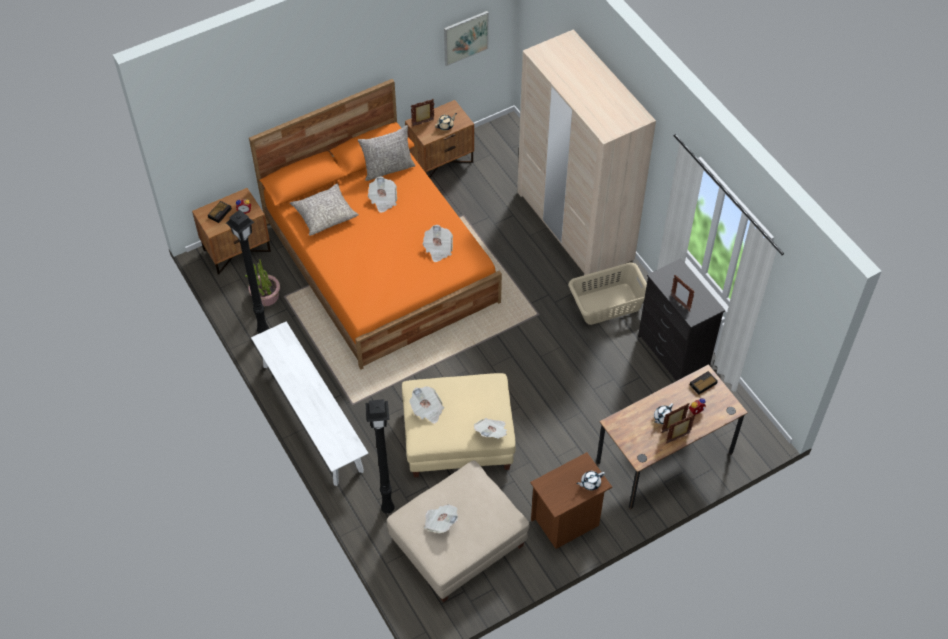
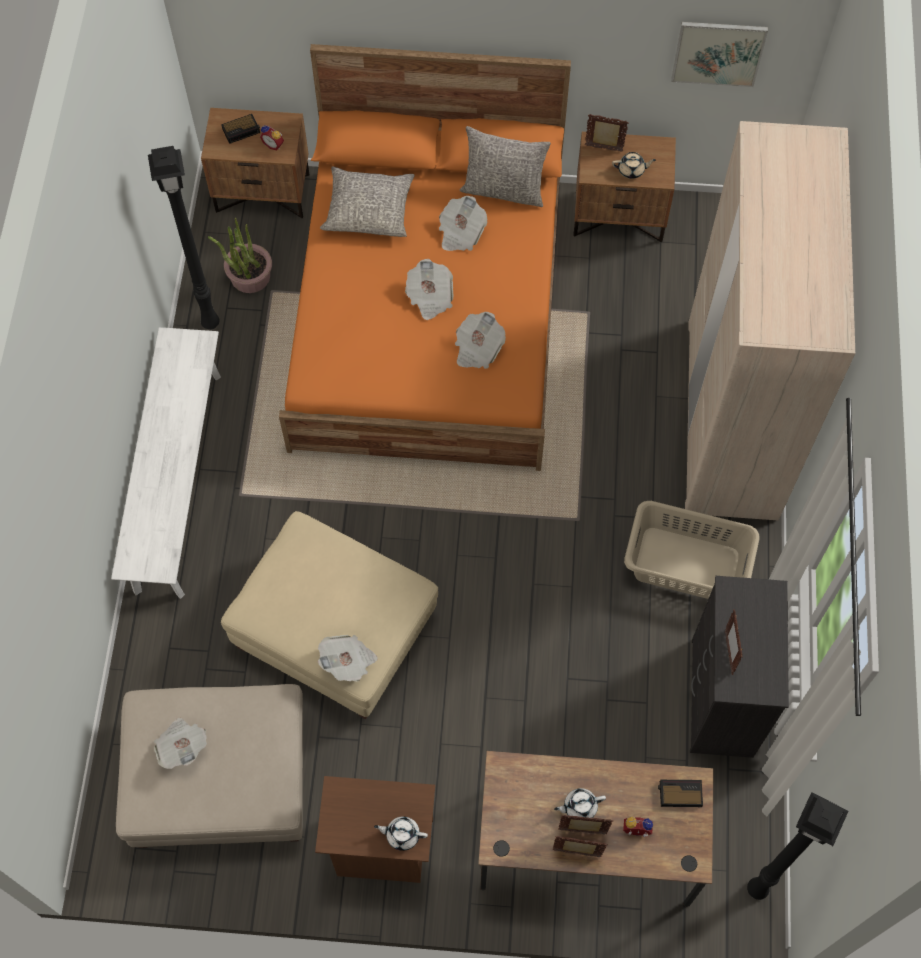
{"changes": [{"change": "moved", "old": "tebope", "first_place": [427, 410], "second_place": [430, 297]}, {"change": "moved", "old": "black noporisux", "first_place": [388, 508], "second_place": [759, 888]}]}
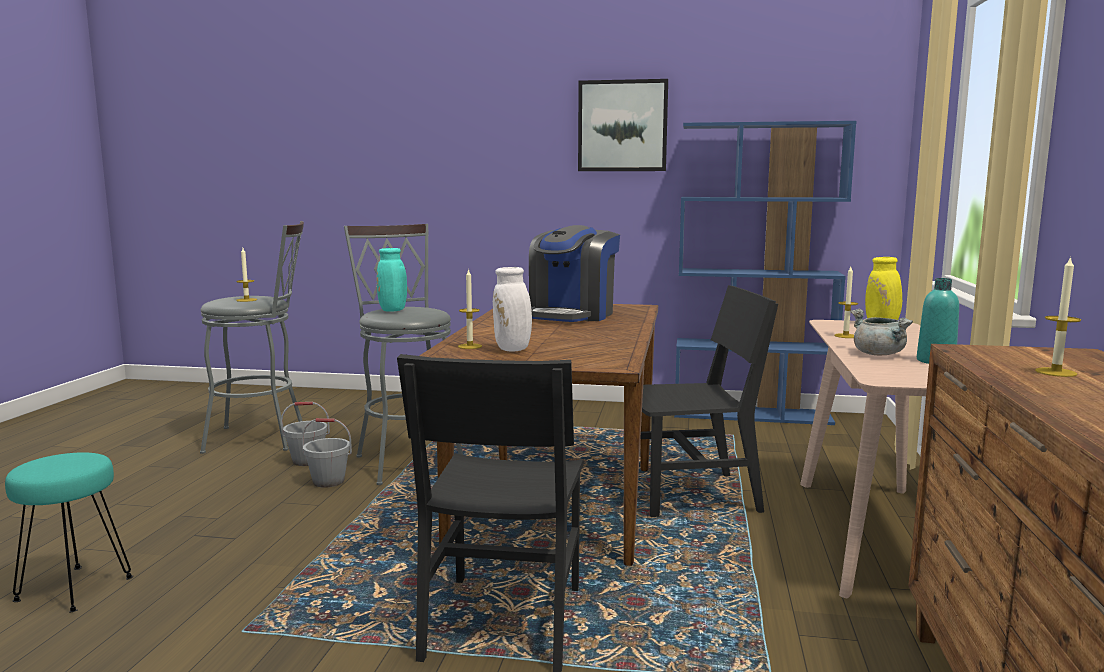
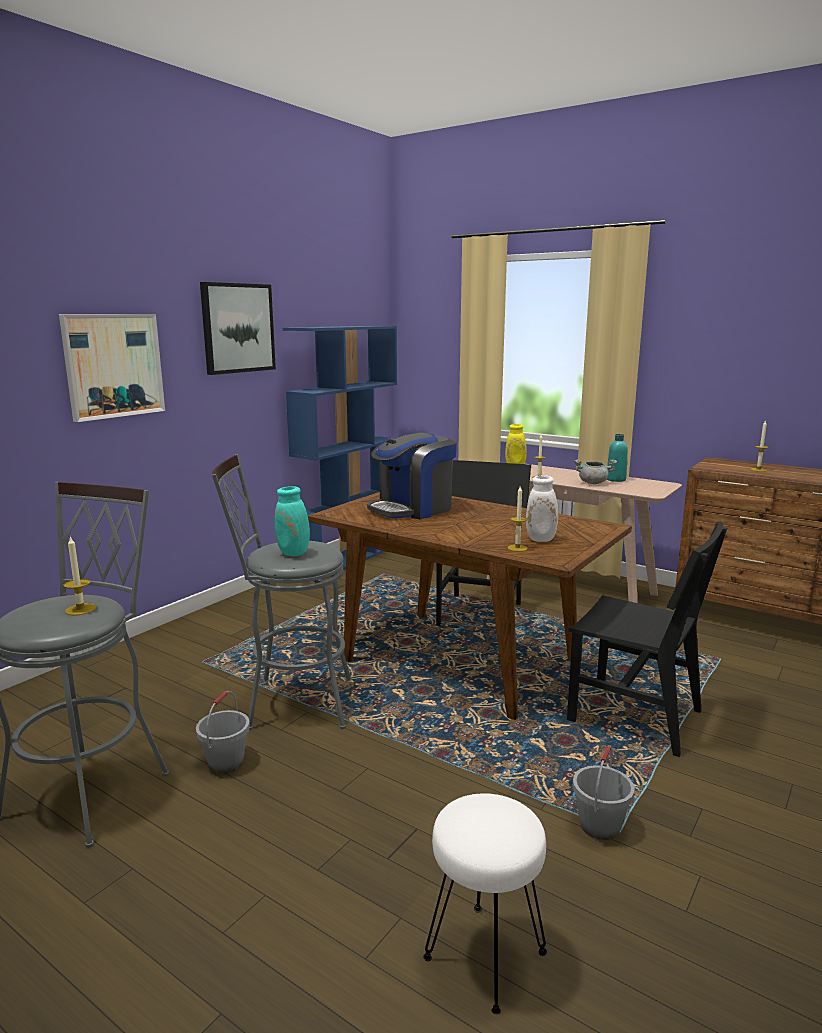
{"changes": [{"change": "turned", "old": "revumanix", "first_place": [572, 315], "second_place": [413, 509], "degrees": 90}, {"change": "moved", "old": "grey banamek", "first_place": [329, 481], "second_place": [599, 825]}, {"change": "recoloured", "old": "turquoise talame", "new": "white talame", "first_place": [74, 588], "second_place": [484, 957]}, {"change": "added", "new": "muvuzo", "second_place": [113, 365]}]}
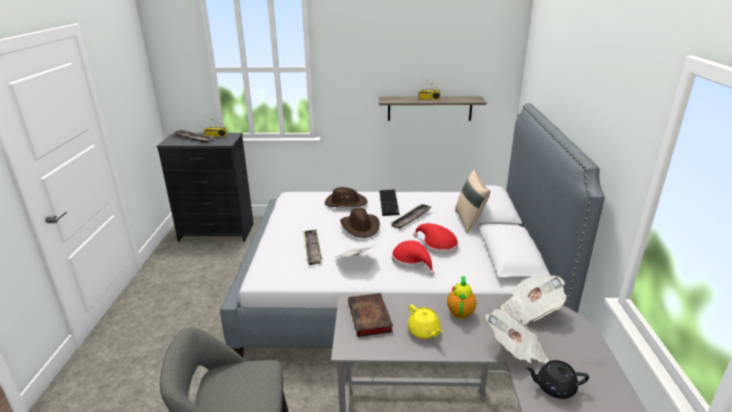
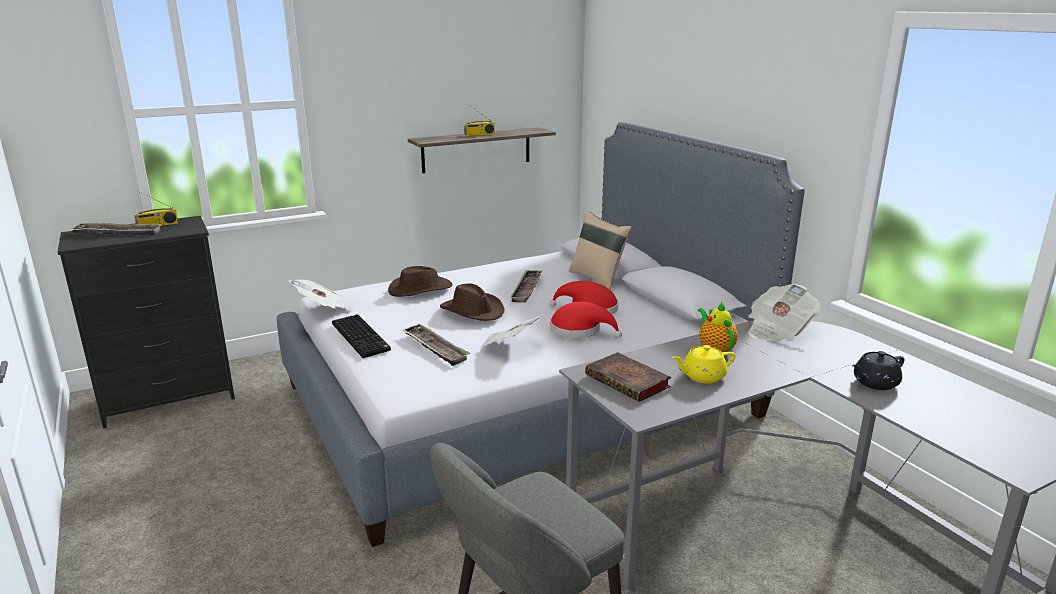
{"changes": [{"change": "moved", "old": "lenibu", "first_place": [389, 203], "second_place": [362, 337]}, {"change": "turned", "old": "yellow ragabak", "first_place": [424, 331], "second_place": [702, 376], "degrees": 135}, {"change": "moved", "old": "tebope", "first_place": [515, 350], "second_place": [324, 309]}]}
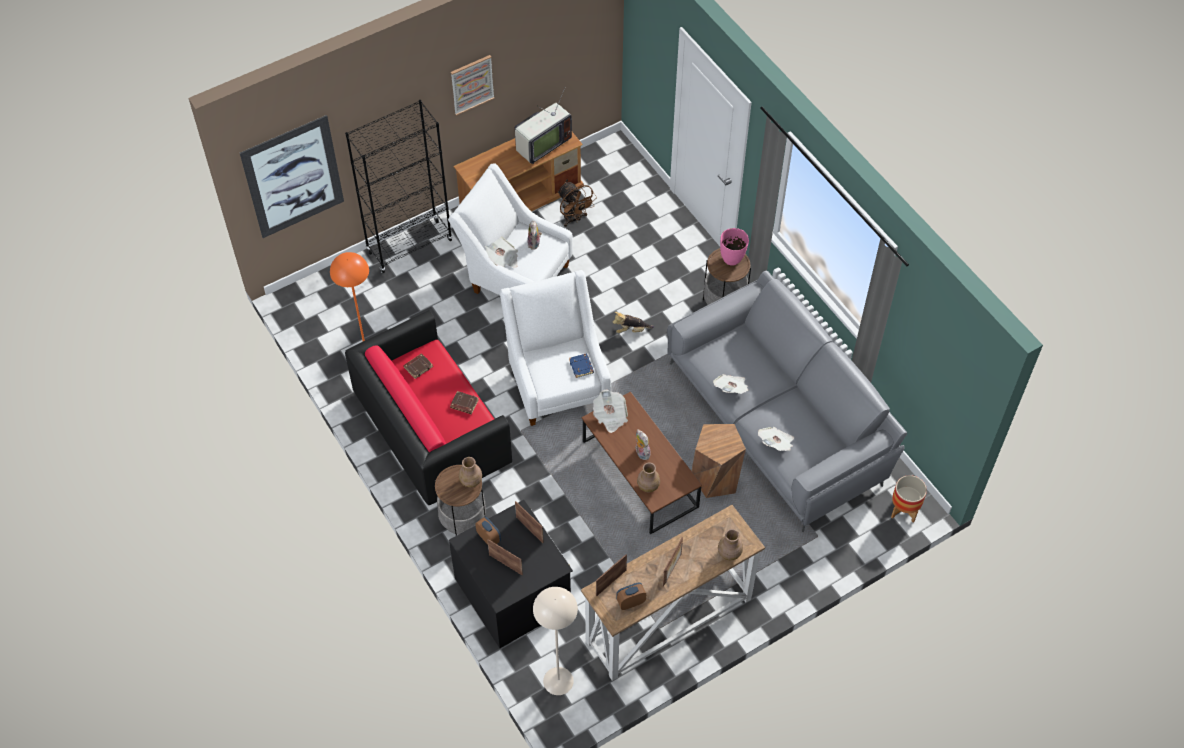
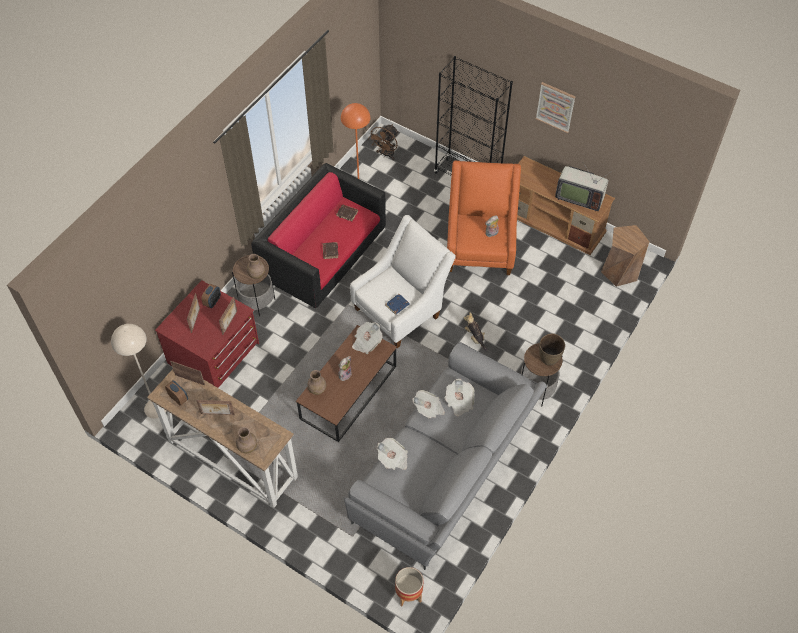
{"changes": [{"change": "removed", "old": "muvuzo", "first_place": [293, 177]}, {"change": "recoloured", "old": "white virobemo", "new": "orange virobemo", "first_place": [514, 275], "second_place": [480, 247]}, {"change": "moved", "old": "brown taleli", "first_place": [574, 219], "second_place": [386, 155]}, {"change": "recoloured", "old": "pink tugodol", "new": "brown tugodol", "first_place": [732, 259], "second_place": [549, 359]}, {"change": "moved", "old": "tebope", "first_place": [502, 258], "second_place": [459, 402]}, {"change": "moved", "old": "brown talame", "first_place": [716, 478], "second_place": [620, 271]}, {"change": "recoloured", "old": "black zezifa", "new": "red zezifa", "first_place": [514, 592], "second_place": [214, 354]}]}
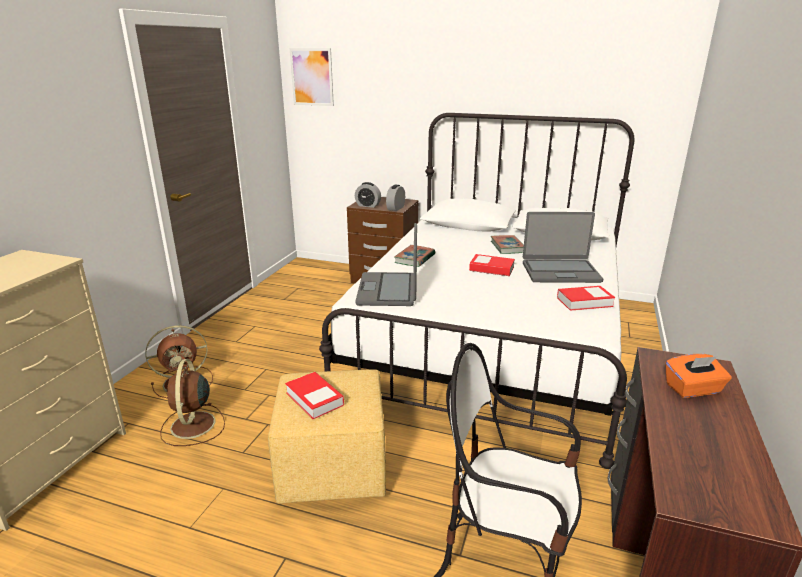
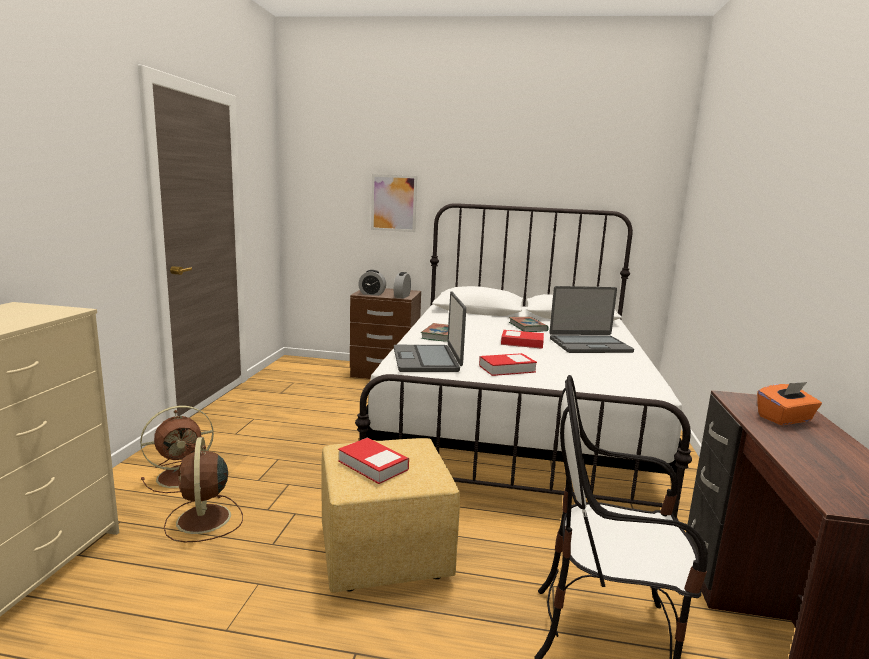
{"changes": [{"change": "moved", "old": "muvuzo", "first_place": [312, 77], "second_place": [393, 203]}, {"change": "moved", "old": "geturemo", "first_place": [584, 302], "second_place": [507, 369]}]}
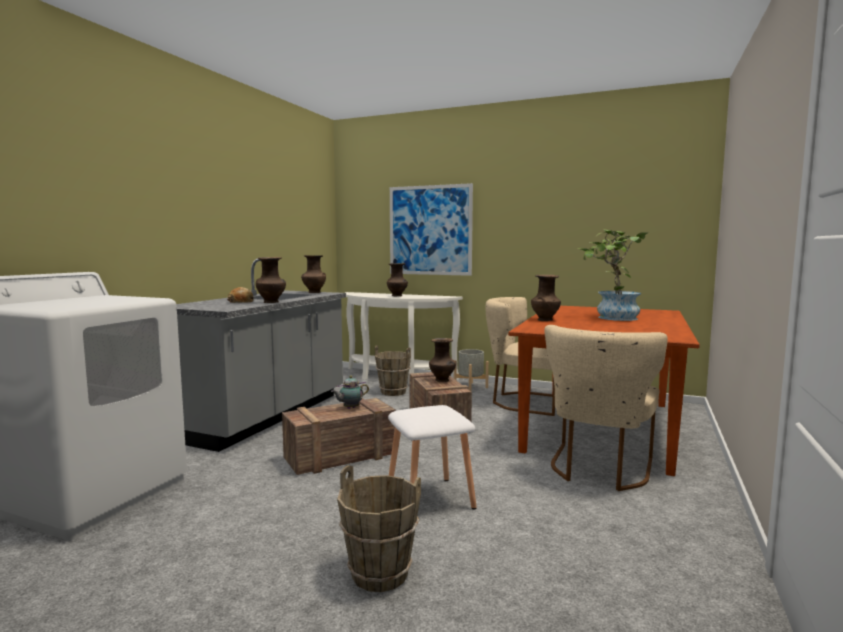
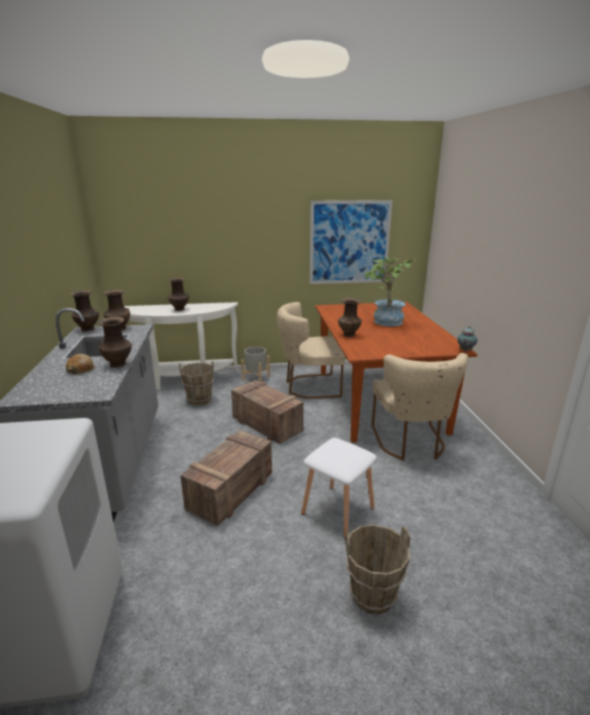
{"changes": [{"change": "moved", "old": "muvuzo", "first_place": [430, 230], "second_place": [349, 242]}, {"change": "moved", "old": "brown tugodol", "first_place": [442, 380], "second_place": [88, 329]}, {"change": "moved", "old": "ragabak", "first_place": [350, 408], "second_place": [465, 351]}]}
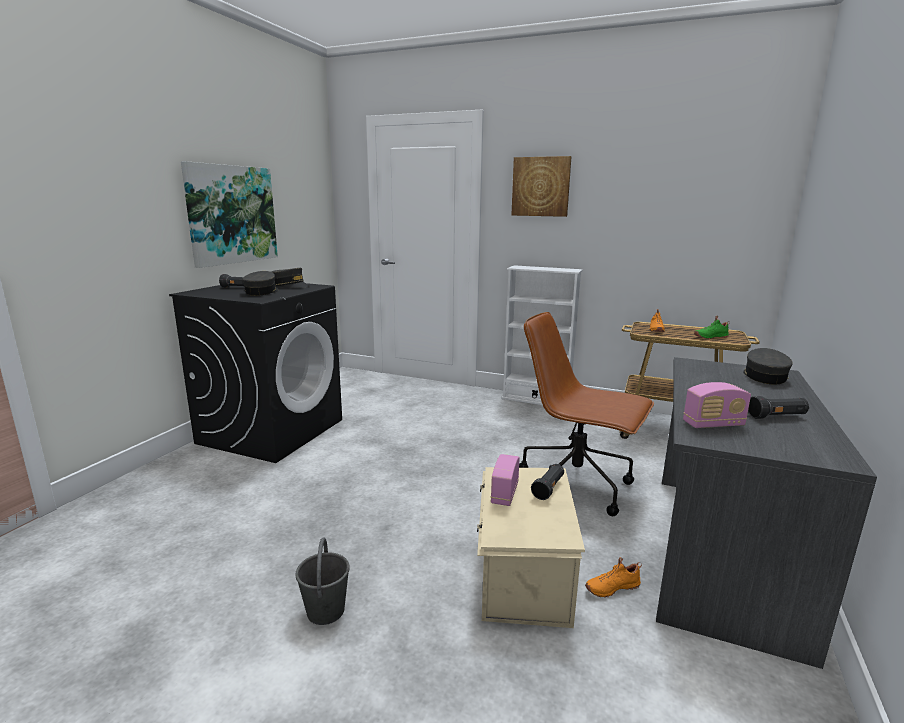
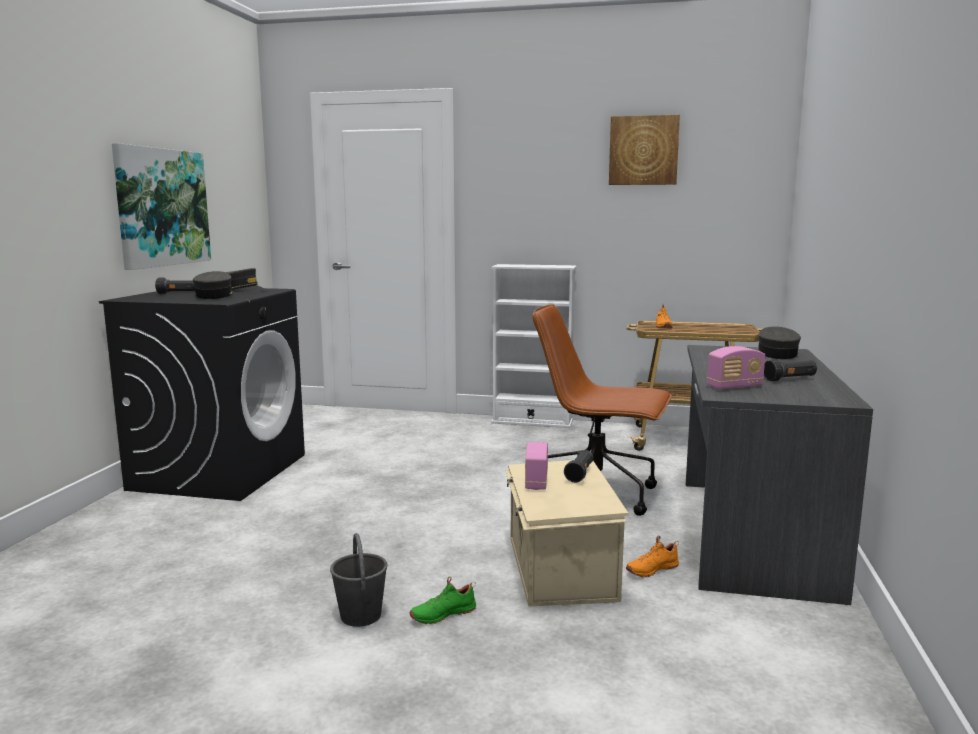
{"changes": [{"change": "moved", "old": "muvuzo", "first_place": [541, 186], "second_place": [643, 150]}, {"change": "moved", "old": "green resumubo", "first_place": [710, 337], "second_place": [442, 614]}]}
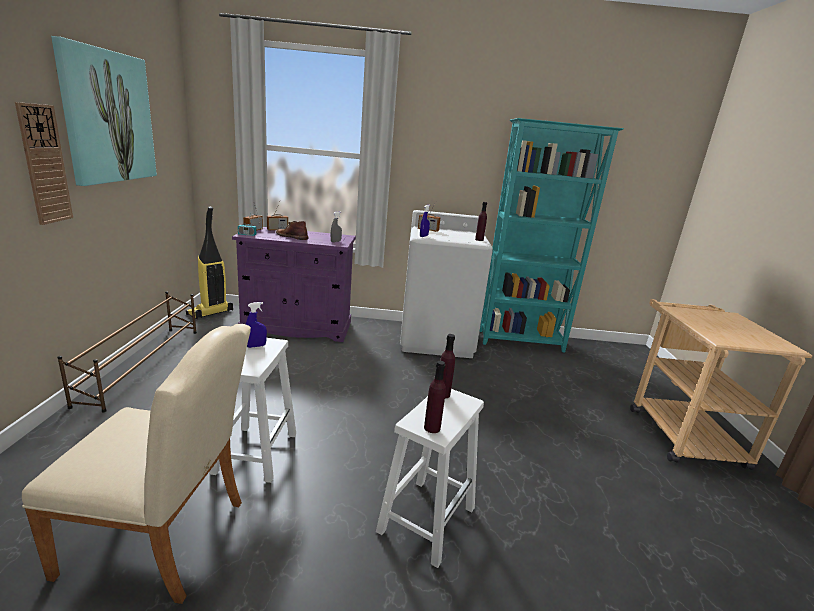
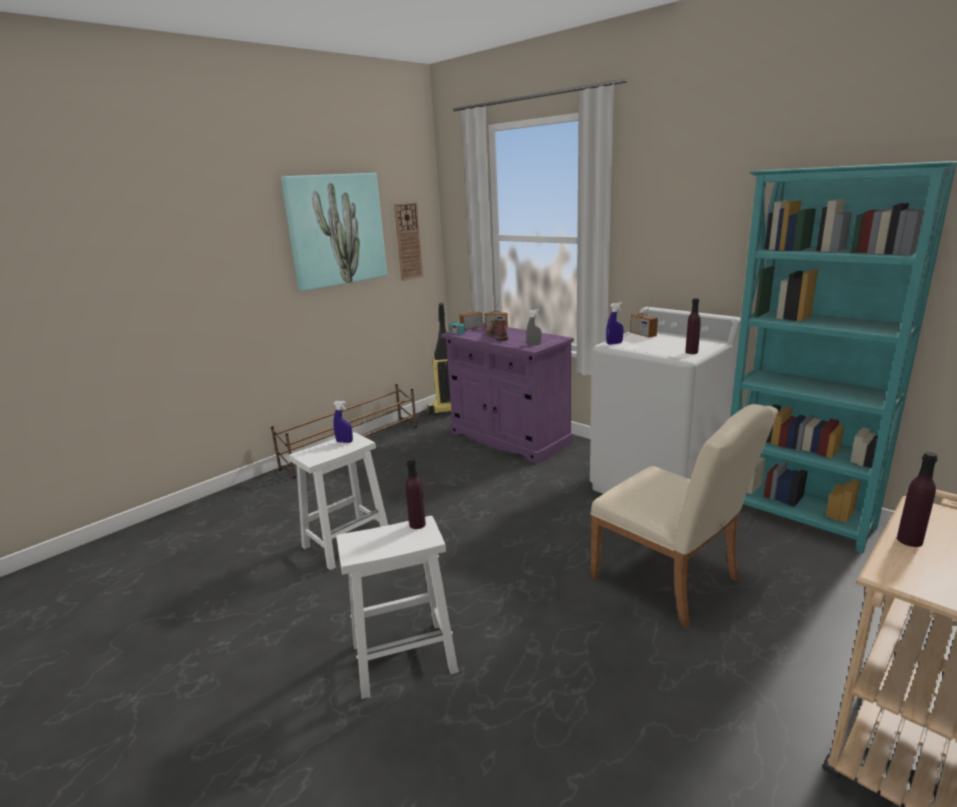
{"changes": [{"change": "moved", "old": "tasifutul", "first_place": [44, 164], "second_place": [408, 241]}, {"change": "moved", "old": "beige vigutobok", "first_place": [166, 539], "second_place": [672, 582]}, {"change": "moved", "old": "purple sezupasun", "first_place": [432, 428], "second_place": [909, 540]}]}
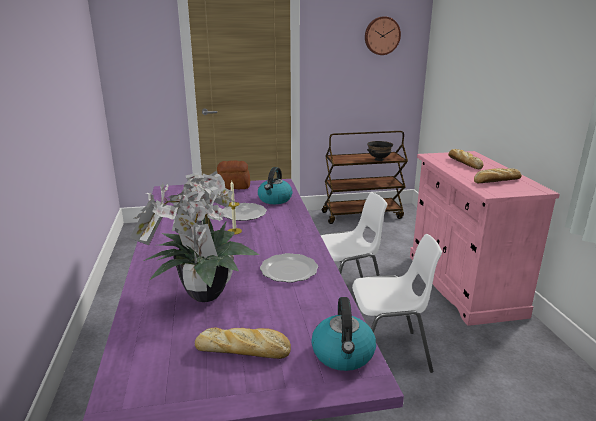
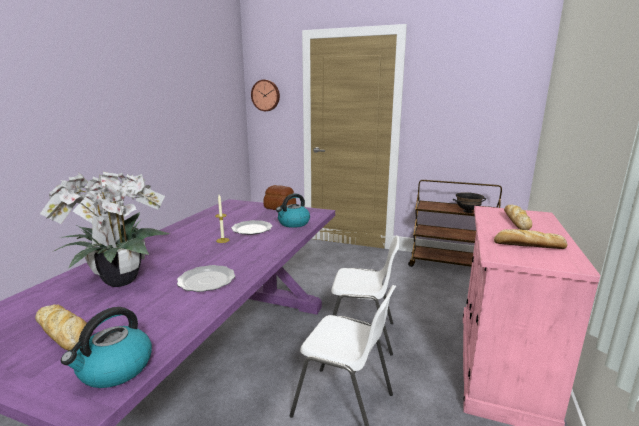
{"changes": [{"change": "moved", "old": "tasifutul", "first_place": [381, 35], "second_place": [266, 95]}]}
